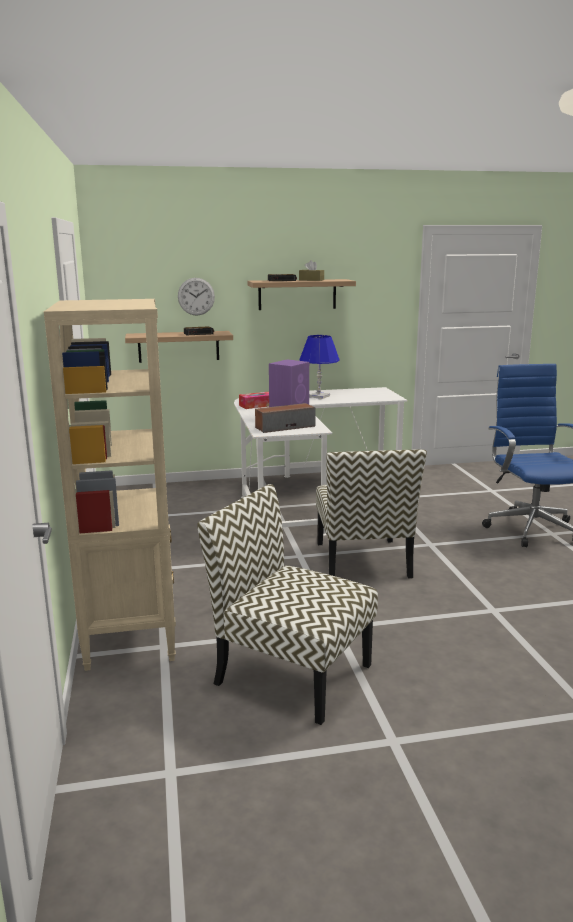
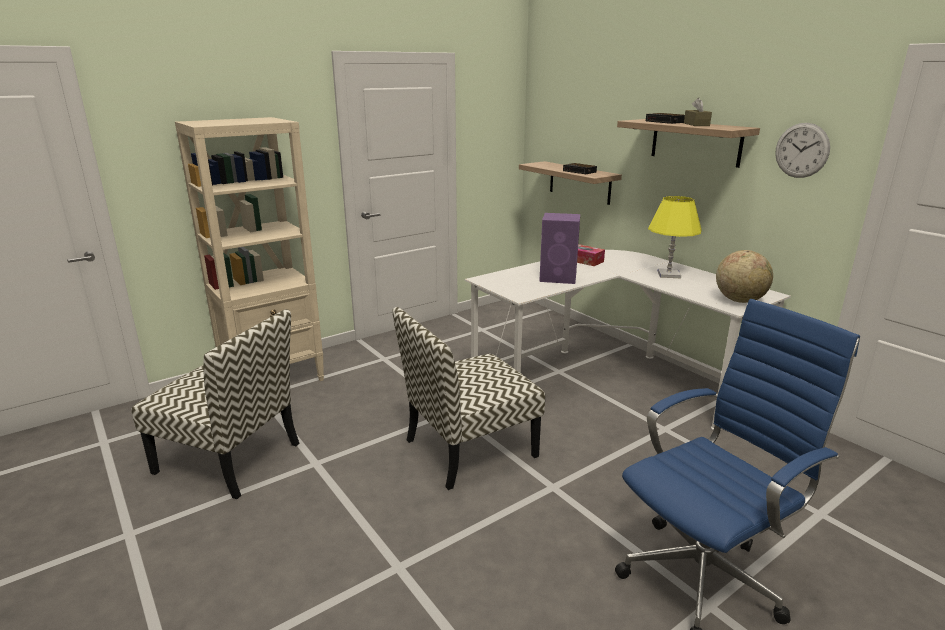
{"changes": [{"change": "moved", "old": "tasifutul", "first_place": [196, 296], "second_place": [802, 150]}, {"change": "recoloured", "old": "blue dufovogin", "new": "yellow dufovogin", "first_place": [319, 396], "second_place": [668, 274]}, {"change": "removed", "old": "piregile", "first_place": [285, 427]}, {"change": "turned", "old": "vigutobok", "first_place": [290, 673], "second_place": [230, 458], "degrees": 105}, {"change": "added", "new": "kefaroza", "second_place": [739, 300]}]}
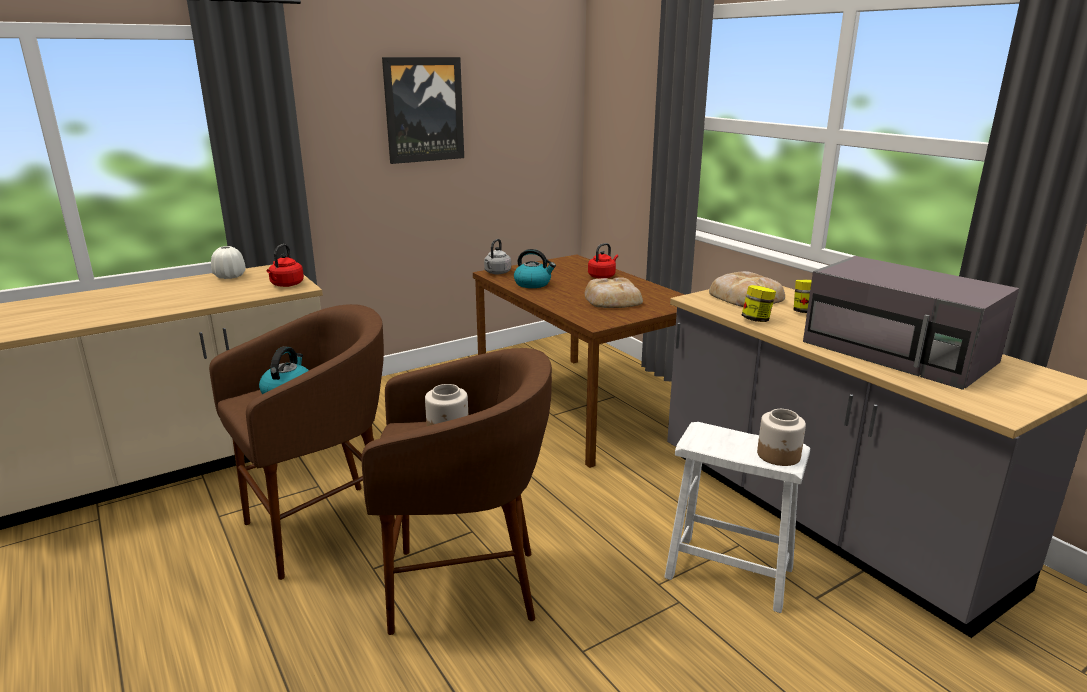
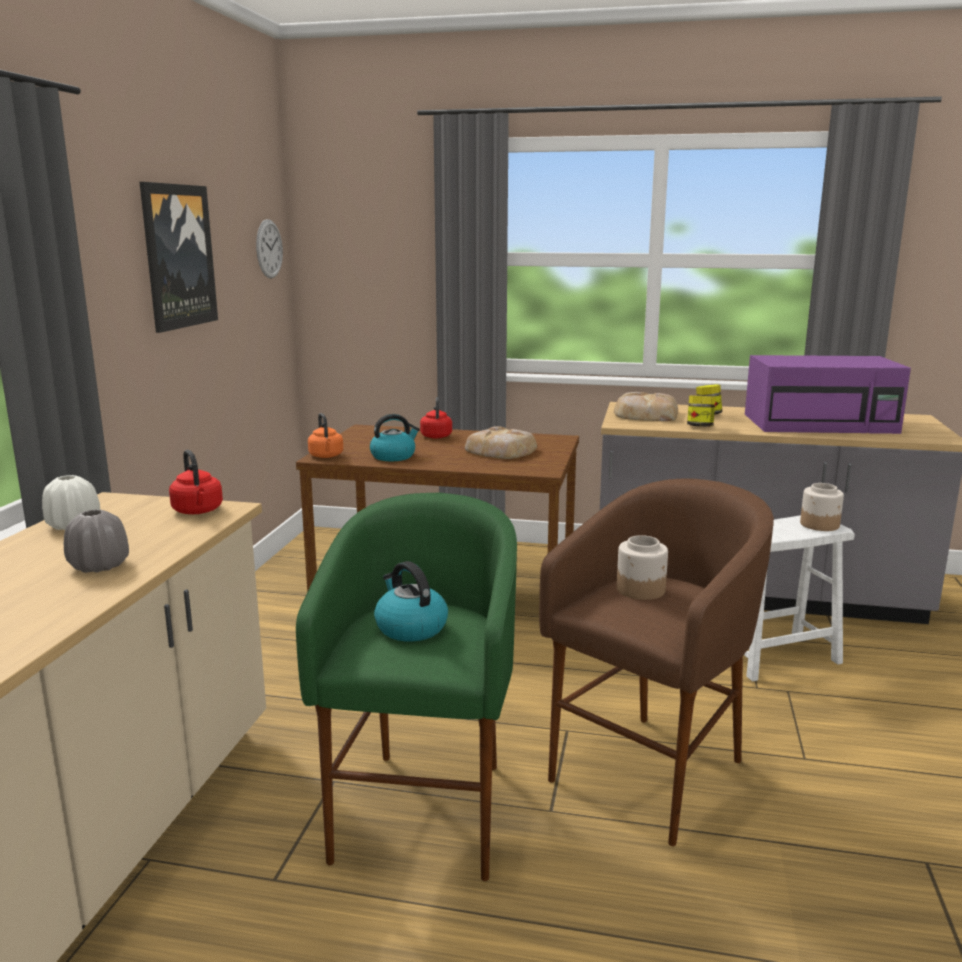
{"changes": [{"change": "recoloured", "old": "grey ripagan", "new": "orange ripagan", "first_place": [497, 273], "second_place": [326, 456]}, {"change": "recoloured", "old": "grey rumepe", "new": "purple rumepe", "first_place": [900, 352], "second_place": [821, 423]}, {"change": "recoloured", "old": "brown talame", "new": "green talame", "first_place": [322, 527], "second_place": [424, 811]}, {"change": "added", "new": "tasifutul", "second_place": [269, 249]}, {"change": "added", "new": "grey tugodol", "second_place": [99, 566]}]}
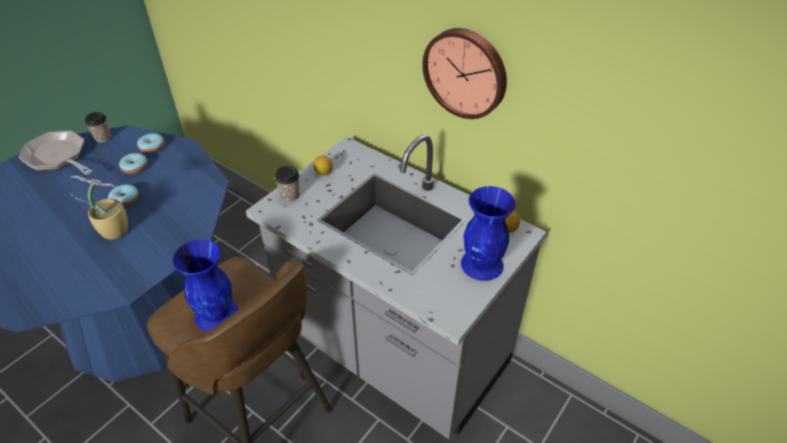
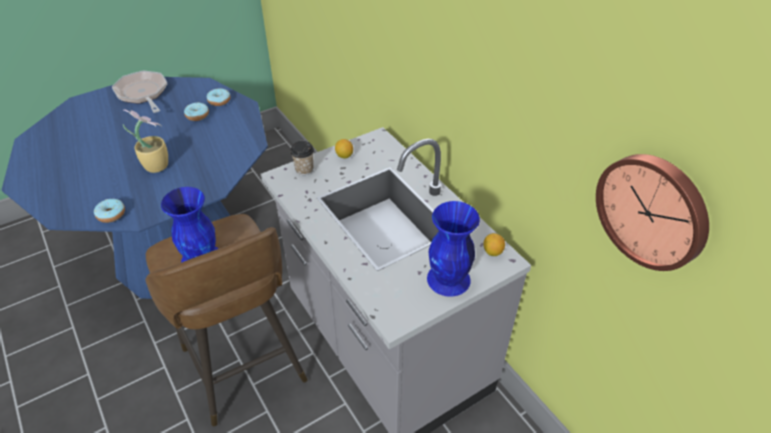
{"changes": [{"change": "moved", "old": "tasifutul", "first_place": [466, 72], "second_place": [653, 210]}, {"change": "removed", "old": "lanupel", "first_place": [103, 138]}, {"change": "moved", "old": "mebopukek", "first_place": [125, 200], "second_place": [111, 214]}]}
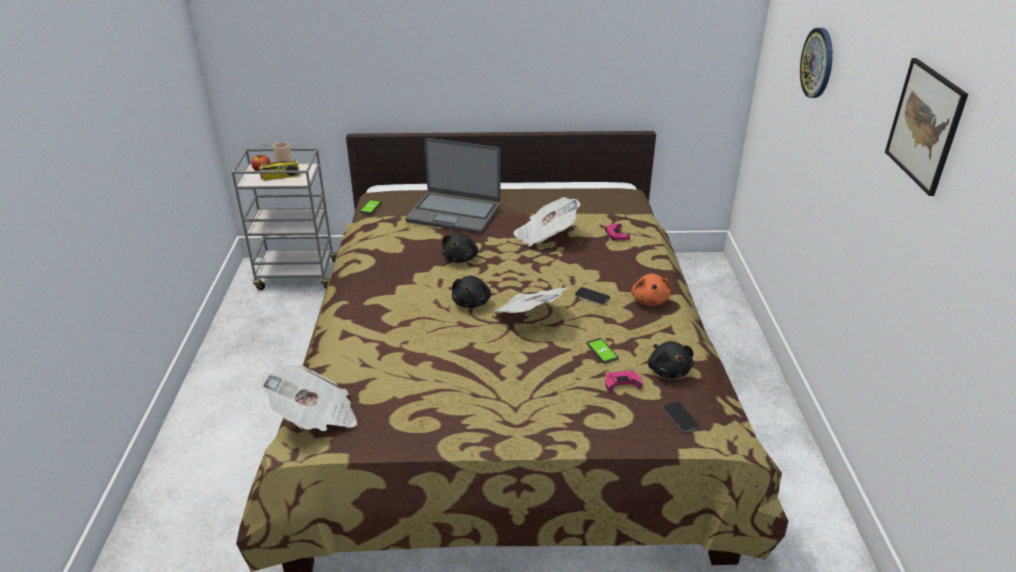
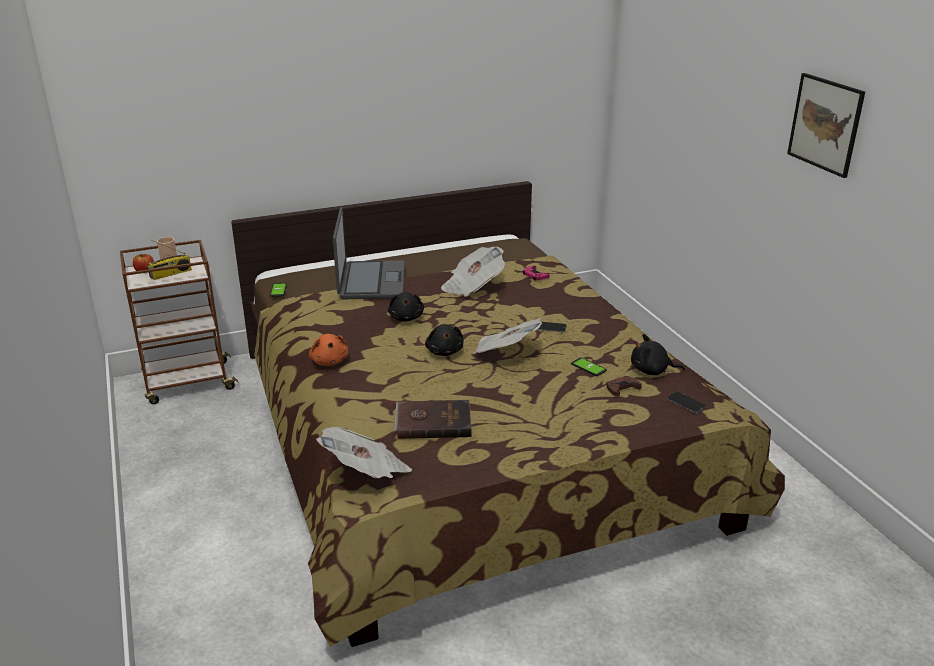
{"changes": [{"change": "removed", "old": "tasifutul", "first_place": [818, 63]}, {"change": "turned", "old": "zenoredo", "first_place": [454, 213], "second_place": [371, 281], "degrees": -90}, {"change": "recoloured", "old": "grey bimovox", "new": "brown bimovox", "first_place": [297, 275], "second_place": [187, 383]}, {"change": "moved", "old": "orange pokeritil", "first_place": [650, 300], "second_place": [329, 361]}, {"change": "turned", "old": "black pokeritil", "first_place": [668, 370], "second_place": [652, 371], "degrees": 135}, {"change": "recoloured", "old": "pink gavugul", "new": "brown gavugul", "first_place": [622, 383], "second_place": [622, 388]}, {"change": "added", "new": "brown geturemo", "second_place": [433, 422]}]}
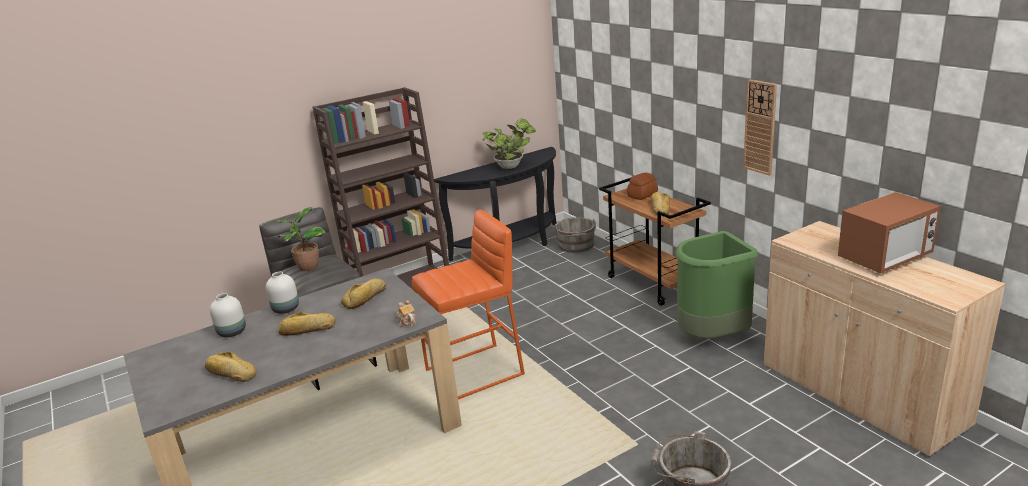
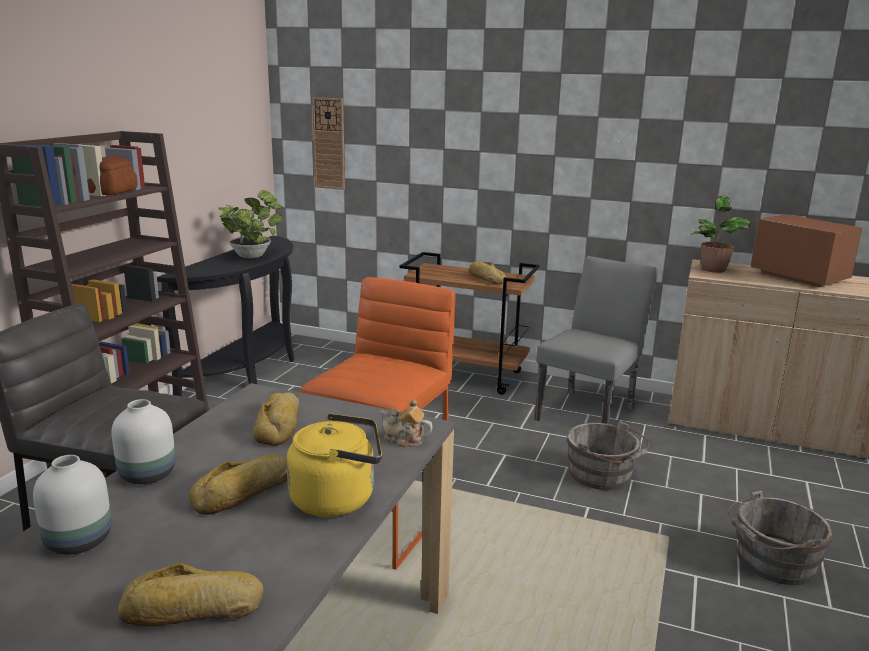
{"changes": [{"change": "moved", "old": "tasifutul", "first_place": [760, 127], "second_place": [329, 143]}, {"change": "moved", "old": "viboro", "first_place": [642, 195], "second_place": [112, 192]}, {"change": "turned", "old": "rumepe", "first_place": [885, 258], "second_place": [799, 277], "degrees": -60}, {"change": "moved", "old": "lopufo", "first_place": [307, 267], "second_place": [714, 270]}, {"change": "moved", "old": "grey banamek", "first_place": [576, 246], "second_place": [603, 475]}, {"change": "replaced", "old": "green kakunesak", "new": "grey vigutobok", "first_place": [712, 337], "second_place": [589, 411]}, {"change": "added", "new": "yellow ripagan", "second_place": [338, 498]}]}
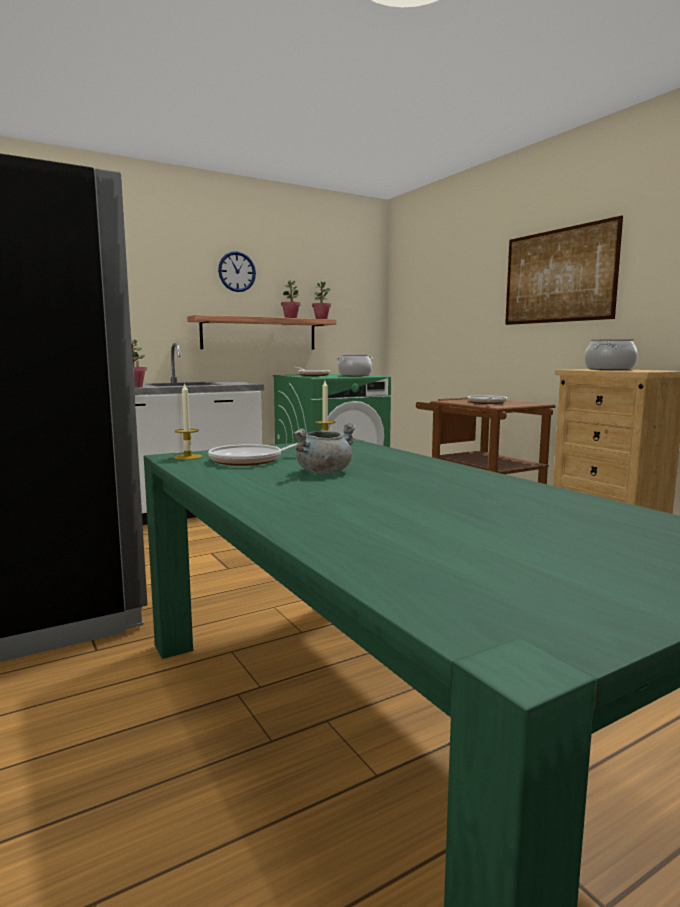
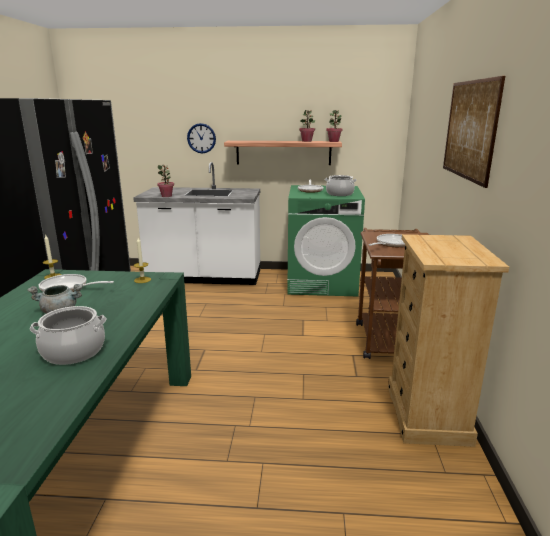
{"changes": [{"change": "moved", "old": "tasifutul", "first_place": [237, 271], "second_place": [201, 138]}, {"change": "moved", "old": "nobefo", "first_place": [609, 369], "second_place": [73, 352]}]}
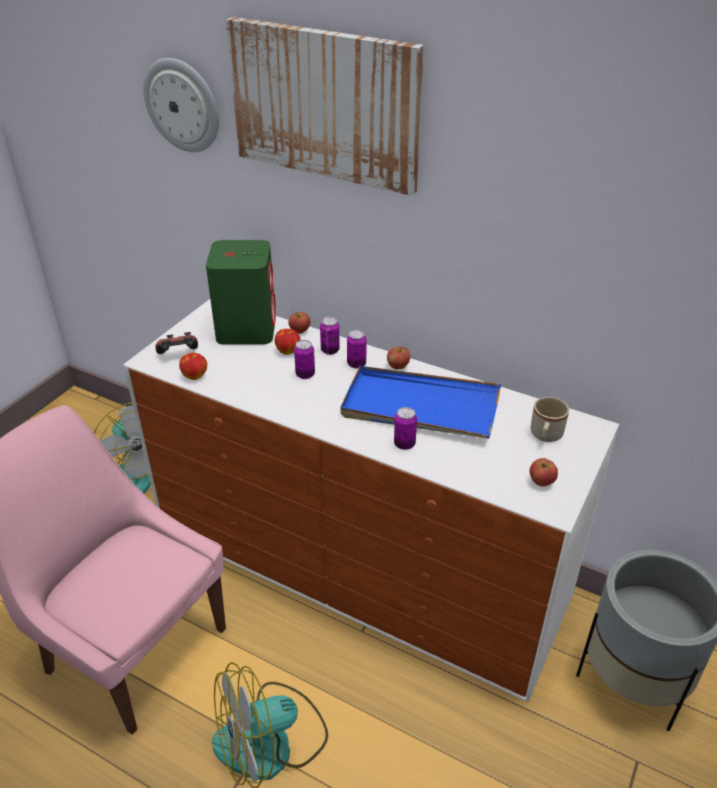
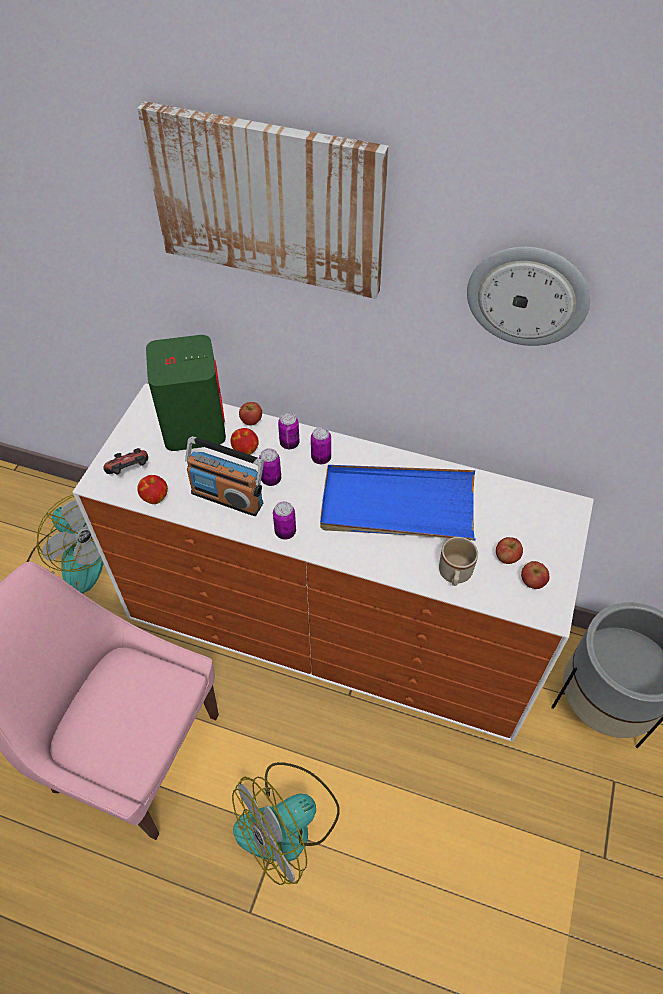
{"changes": [{"change": "moved", "old": "tasifutul", "first_place": [183, 105], "second_place": [527, 295]}, {"change": "moved", "old": "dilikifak", "first_place": [398, 366], "second_place": [506, 557]}, {"change": "moved", "old": "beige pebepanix", "first_place": [545, 436], "second_place": [454, 575]}, {"change": "moved", "old": "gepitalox", "first_place": [404, 444], "second_place": [285, 532]}, {"change": "added", "new": "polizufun", "second_place": [227, 497]}]}
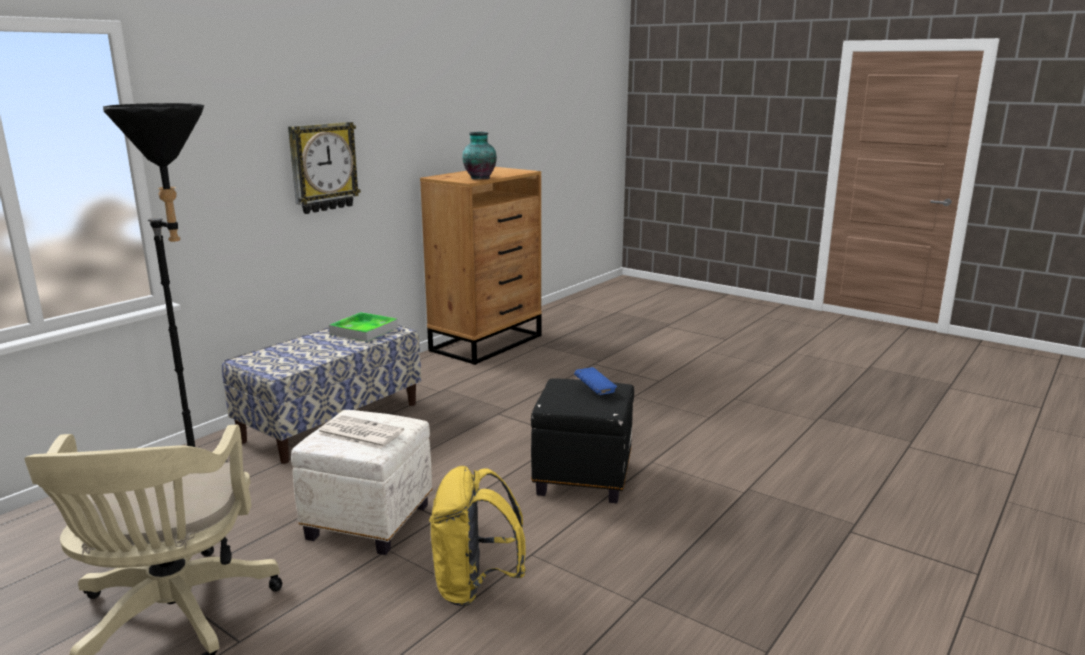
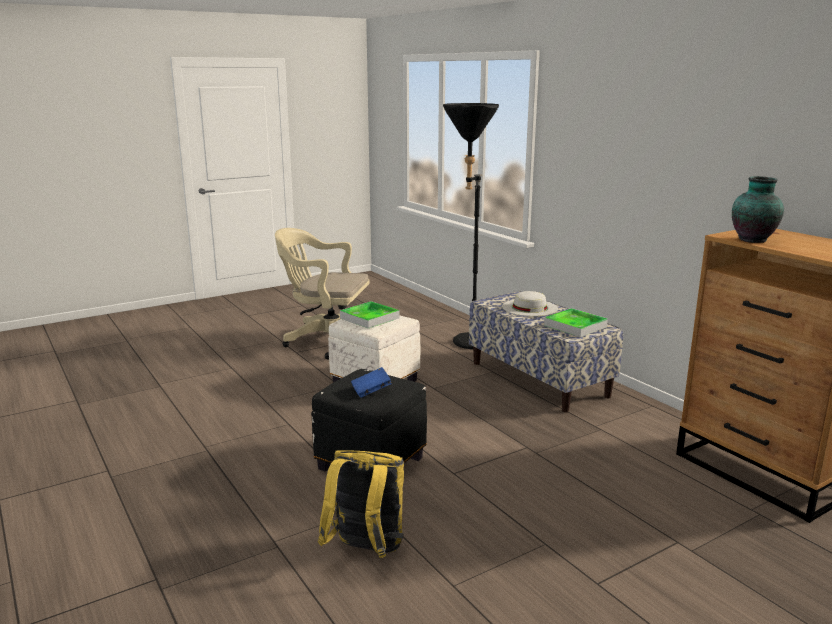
{"changes": [{"change": "removed", "old": "tasifutul", "first_place": [323, 167]}, {"change": "replaced", "old": "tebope", "new": "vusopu", "first_place": [359, 433], "second_place": [369, 318]}, {"change": "moved", "old": "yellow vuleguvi", "first_place": [475, 586], "second_place": [365, 551]}, {"change": "added", "new": "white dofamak", "second_place": [529, 307]}]}
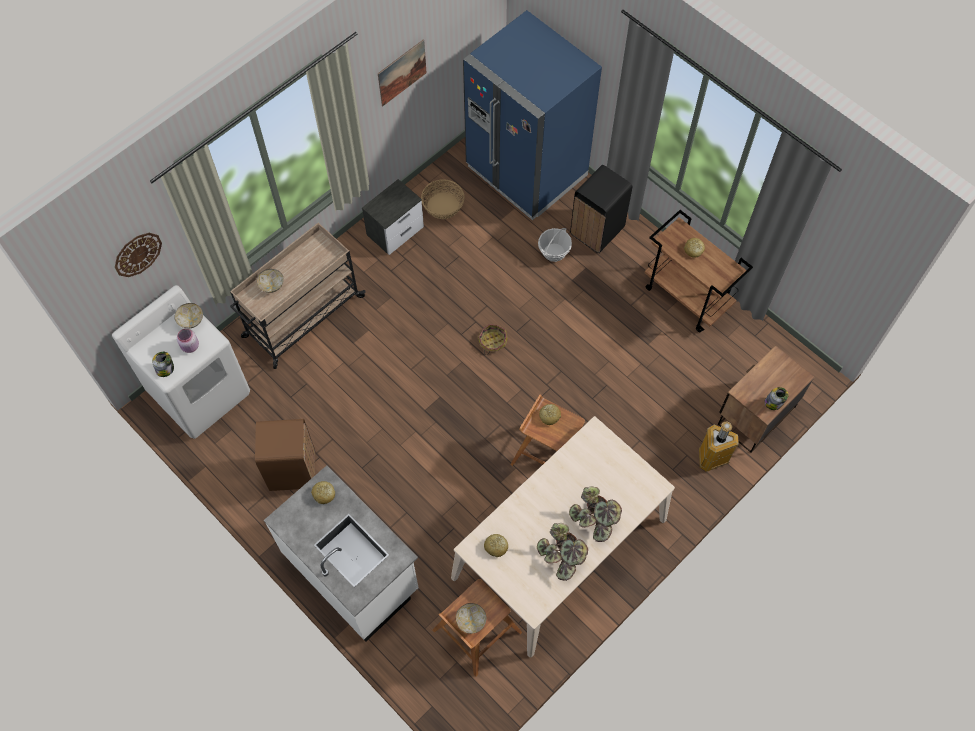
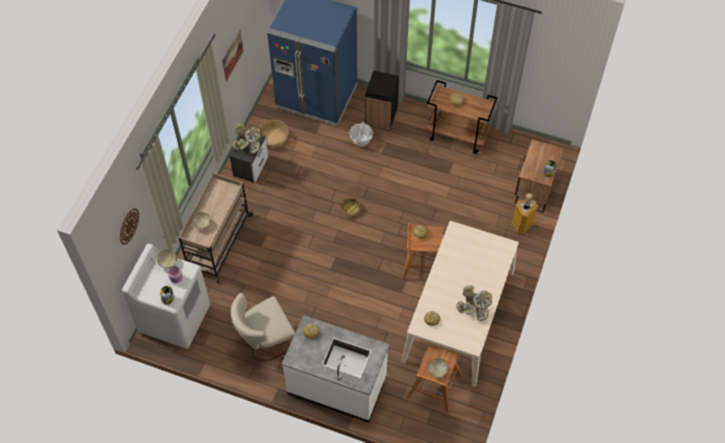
{"changes": [{"change": "replaced", "old": "brown kakunesak", "new": "beige vigutobok", "first_place": [292, 470], "second_place": [264, 341]}, {"change": "moved", "old": "lopufo", "first_place": [595, 519], "second_place": [248, 145]}]}
